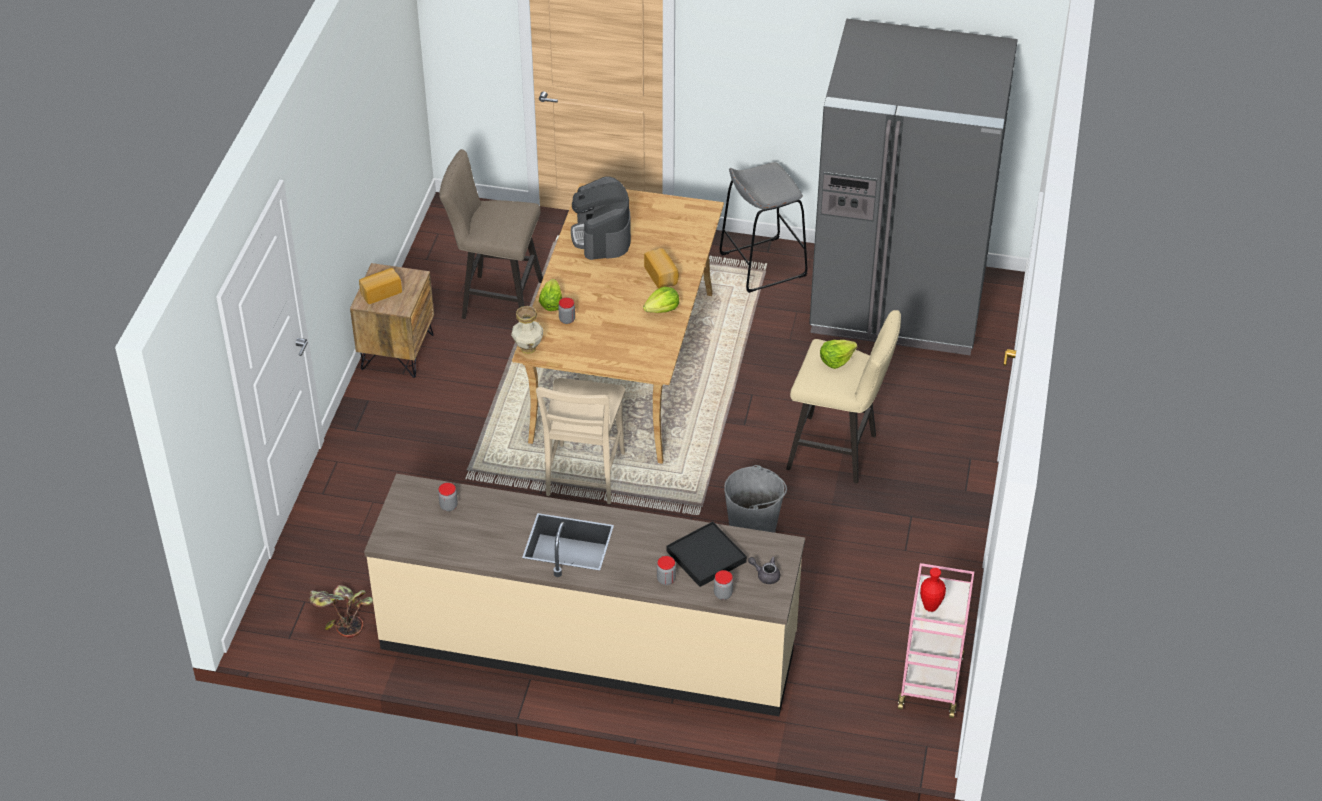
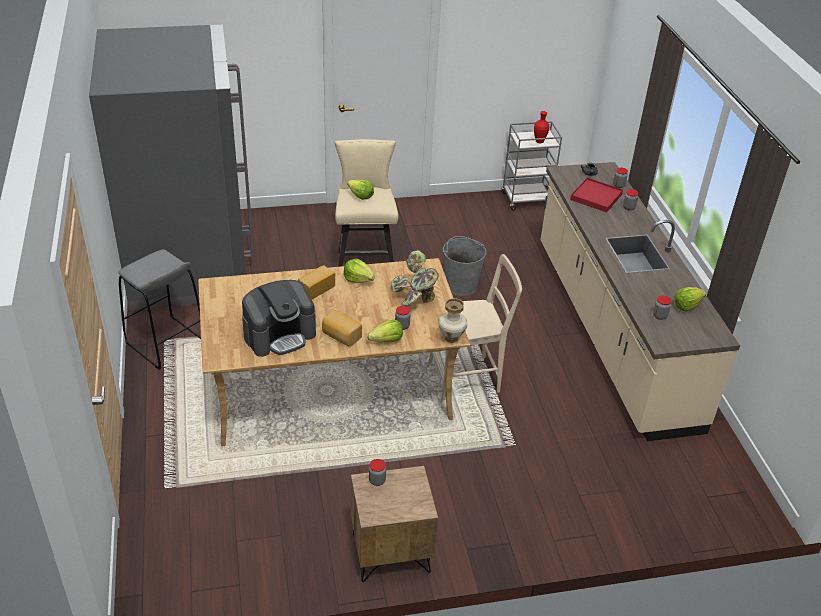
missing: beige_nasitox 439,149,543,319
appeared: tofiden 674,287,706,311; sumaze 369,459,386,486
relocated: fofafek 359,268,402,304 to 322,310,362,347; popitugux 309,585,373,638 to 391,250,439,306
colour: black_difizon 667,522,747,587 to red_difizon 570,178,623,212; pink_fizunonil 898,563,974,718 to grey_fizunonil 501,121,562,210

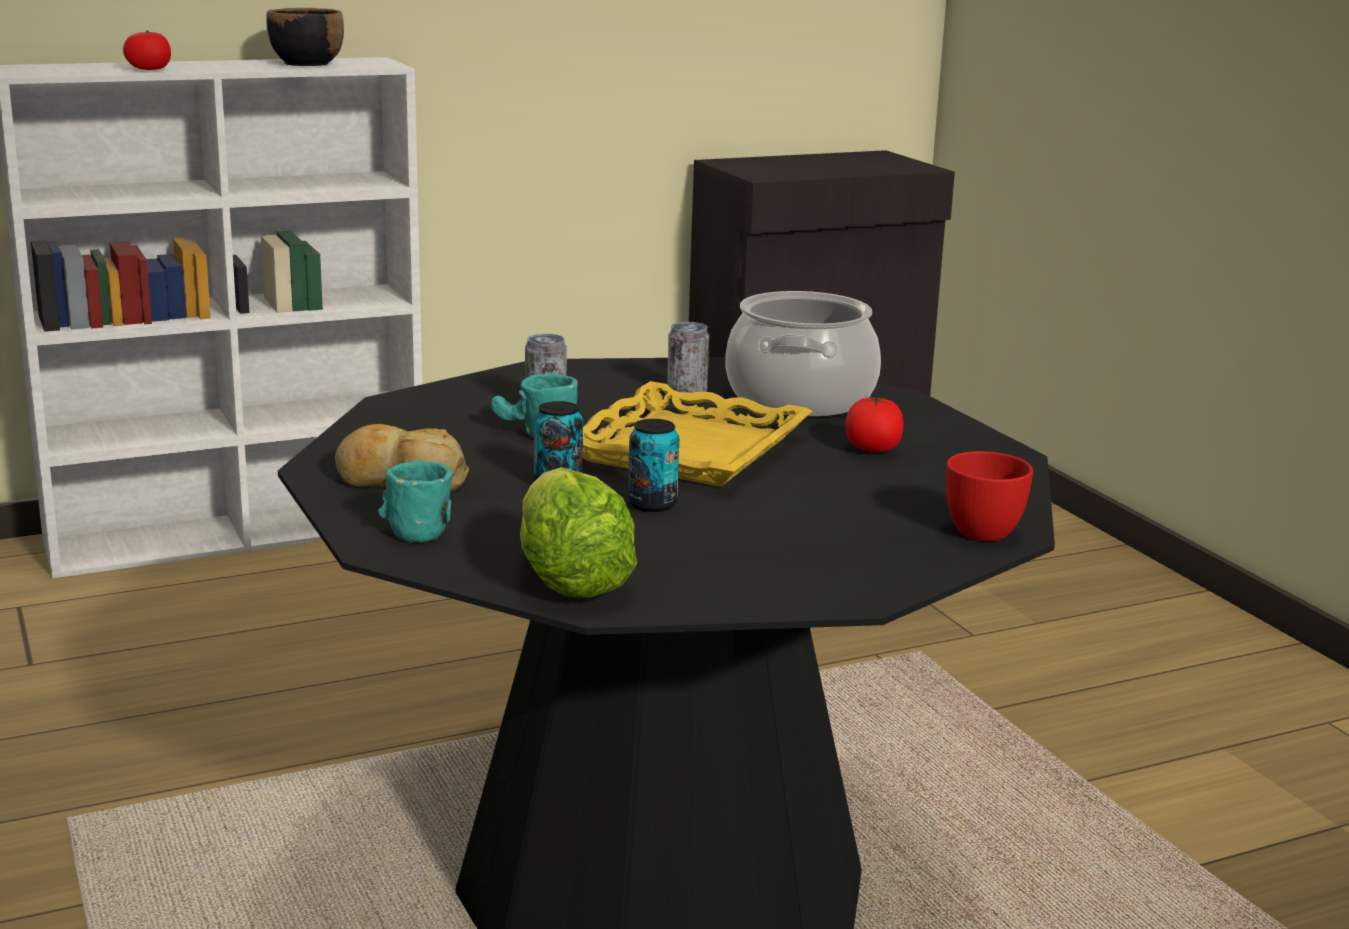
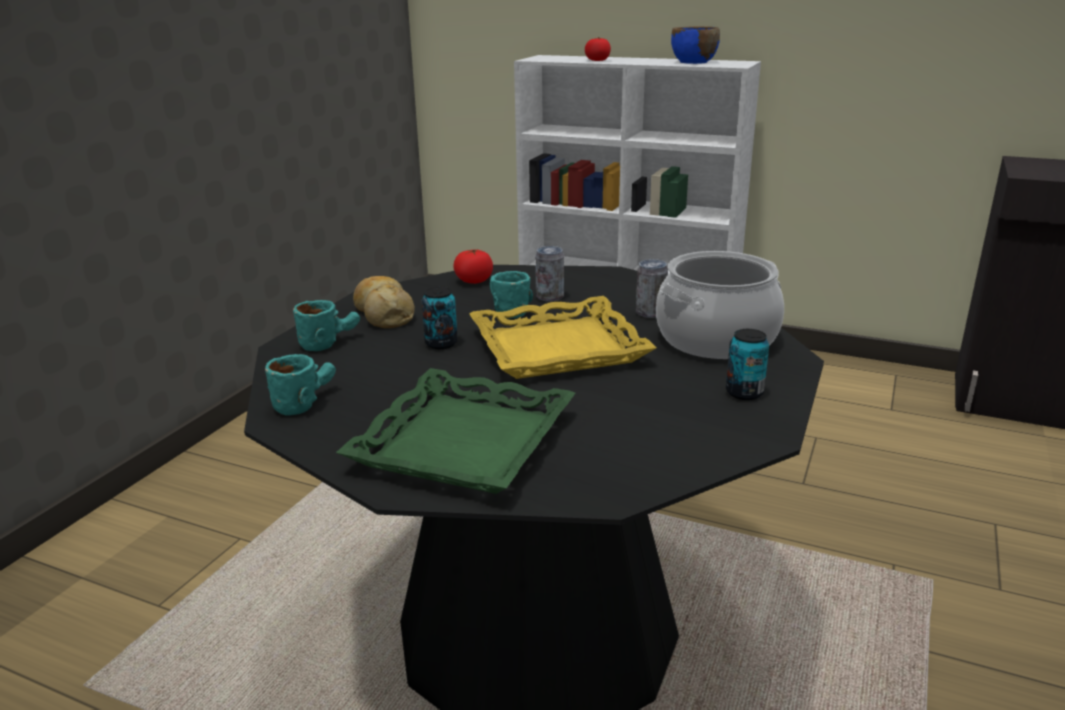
missing: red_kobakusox 946,451,1033,541
appeared: green_difizon 336,368,575,494
relocated: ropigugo 845,397,904,452 to 453,249,493,284; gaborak 628,419,679,512 to 726,329,769,400
exchanged: tofiden 520,467,637,598 to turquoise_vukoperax 265,354,336,416
colour: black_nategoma 266,8,344,66 to blue_nategoma 671,26,720,64

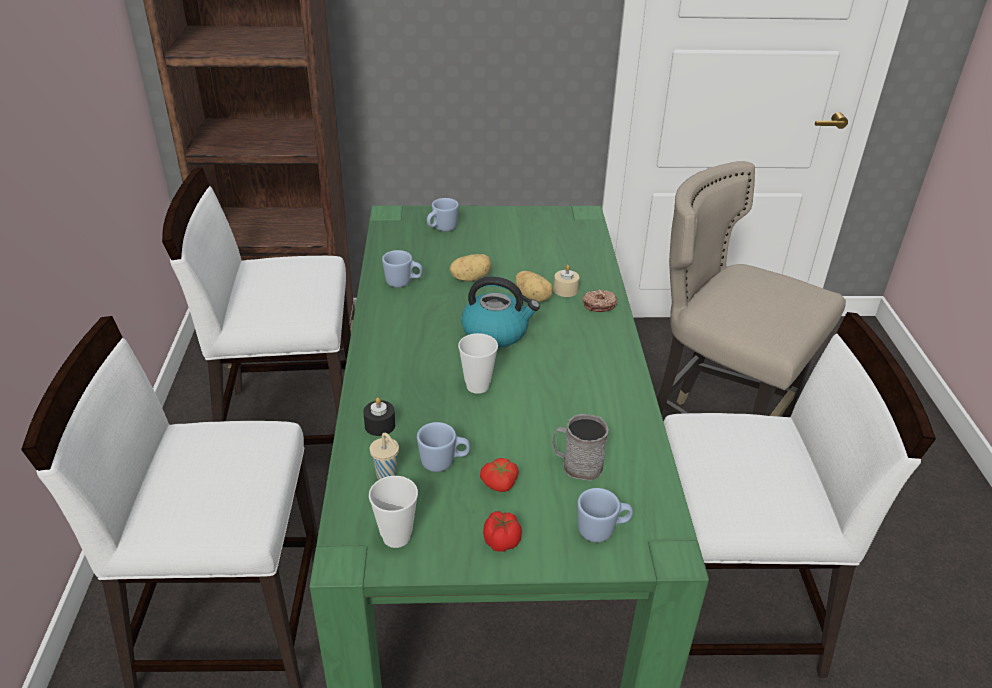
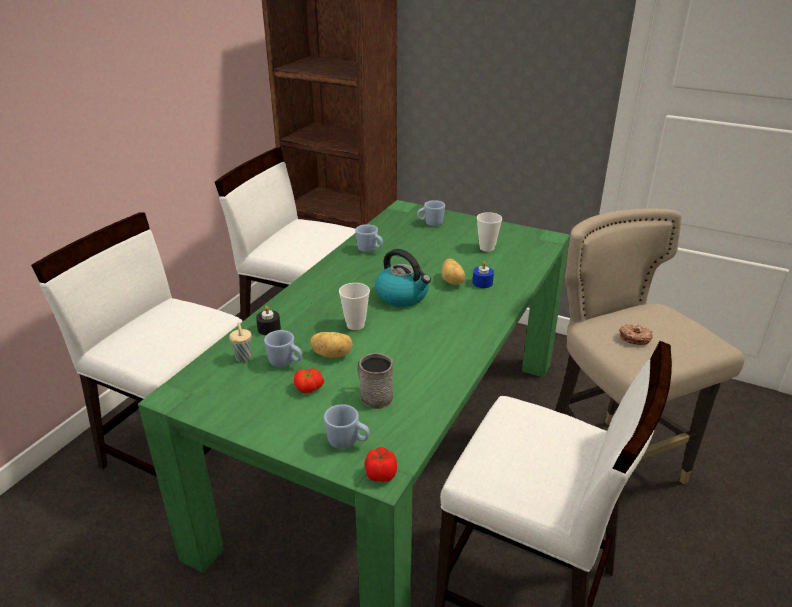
relocated: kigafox 449,254,491,282 to 310,332,353,358; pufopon 582,289,617,312 to 619,324,653,345; kobakusox 369,476,418,548 to 477,212,502,252; ropigugo 483,511,522,552 to 365,447,397,482
colour: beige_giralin 554,265,579,297 to blue_giralin 473,261,494,288

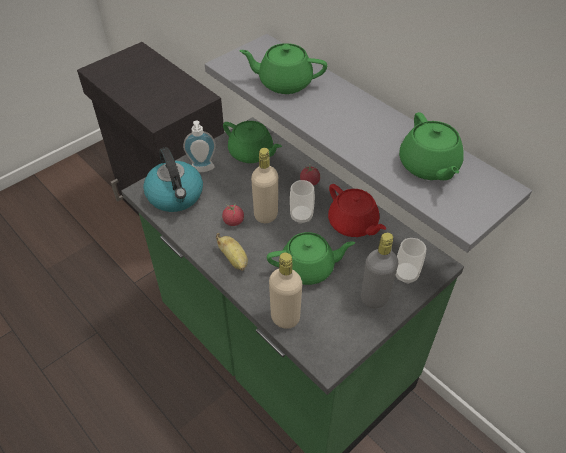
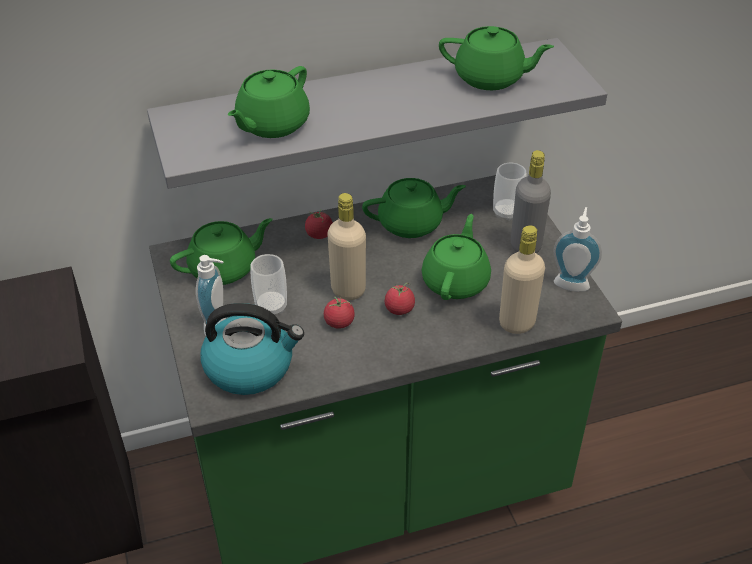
missing: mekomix 216,233,248,271
appeared: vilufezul 553,207,602,292; ropigugo 385,283,415,315
relocated: kobakusox 290,180,315,224 to 251,254,287,315
colour: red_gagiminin 328,184,386,237 to green_gagiminin 362,178,466,238

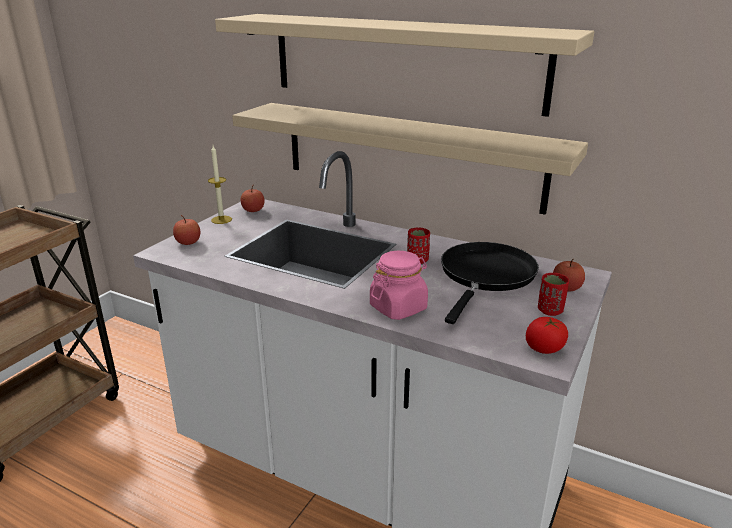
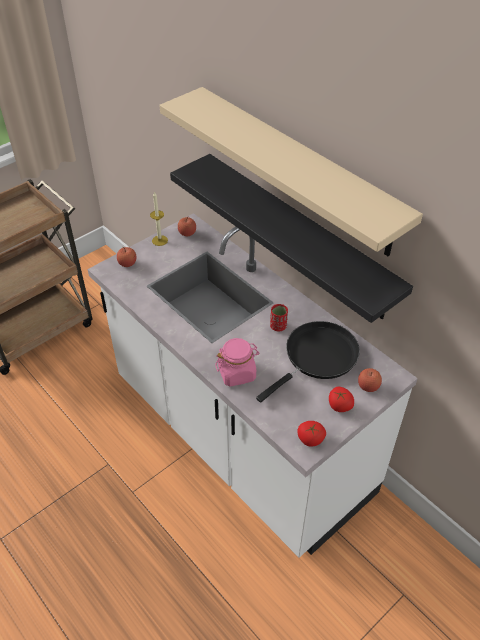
exchanged: red_kobakusox 538,273,569,316 to ropigugo 329,387,354,412
colour: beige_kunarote 232,103,588,215 to black_kunarote 170,154,413,323

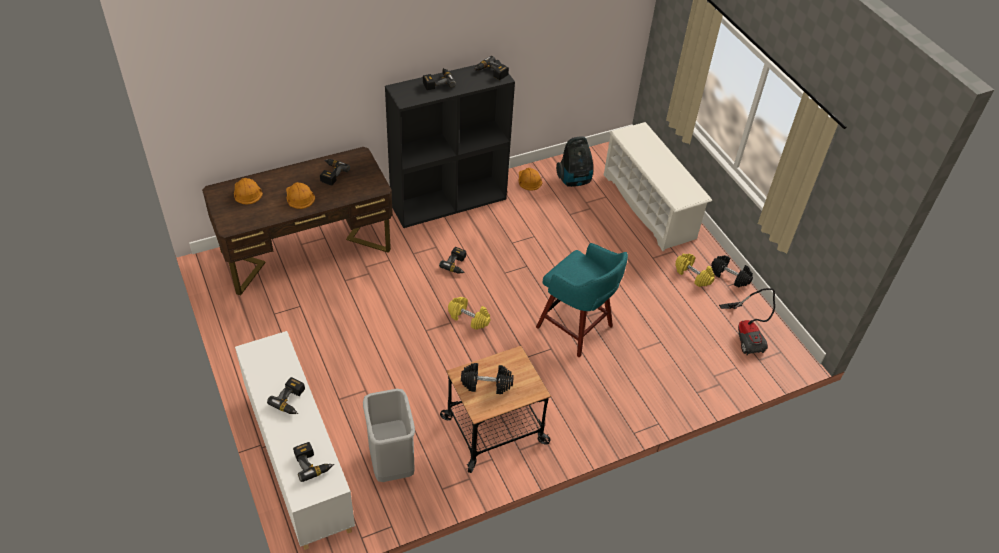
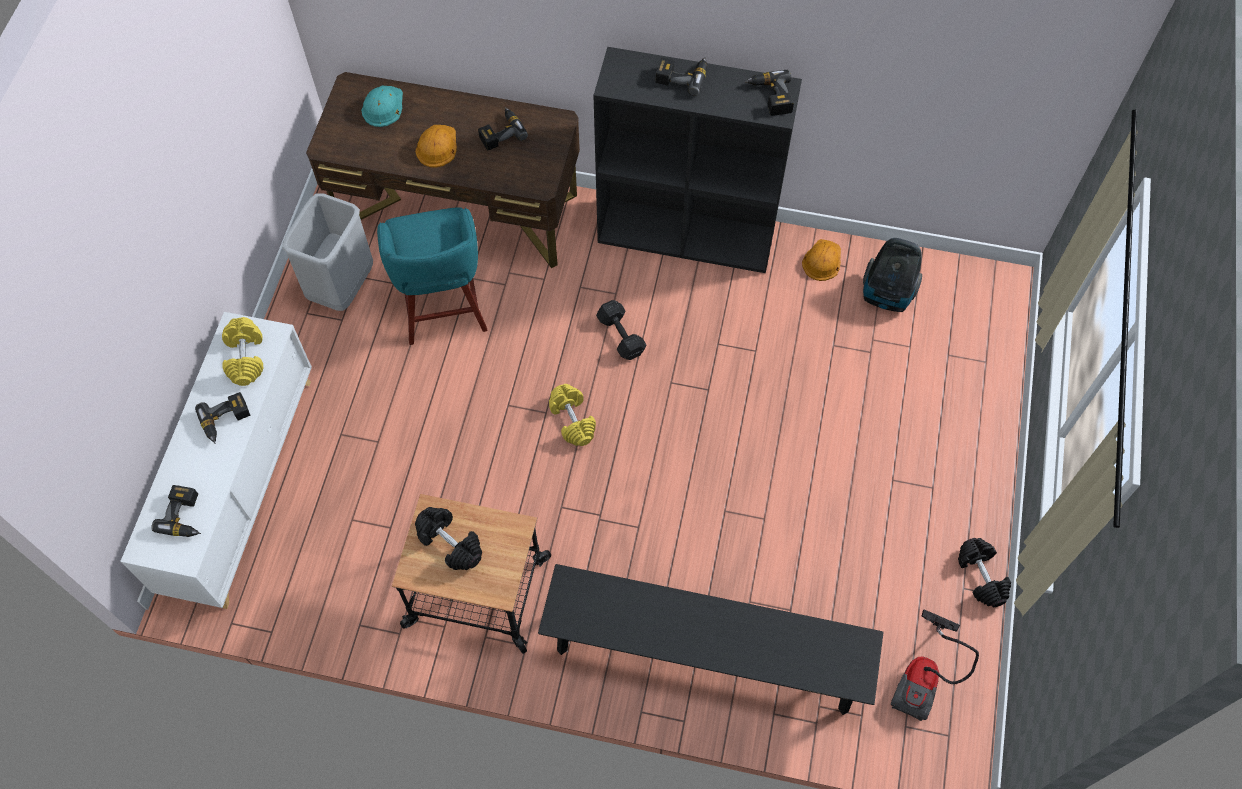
missing: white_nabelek 604,122,712,251
appeared: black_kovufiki 538,564,884,715
relocated: turquoise_nasitox 536,243,628,358 to 377,207,487,345; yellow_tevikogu 675,253,715,287 to 222,317,263,386; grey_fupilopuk 363,389,415,482 to 282,193,373,311
exchanged: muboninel 439,247,466,273 to black_tevikogu 596,300,646,360
colour: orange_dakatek 234,178,263,205 to turquoise_dakatek 361,86,403,127

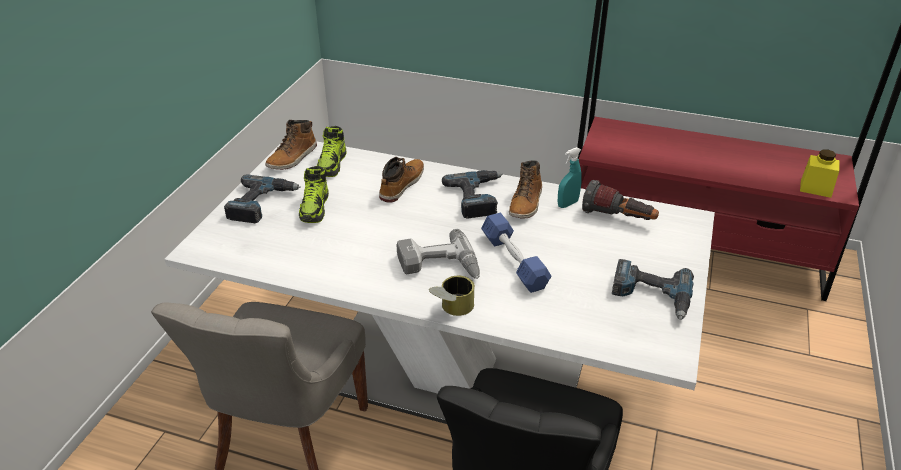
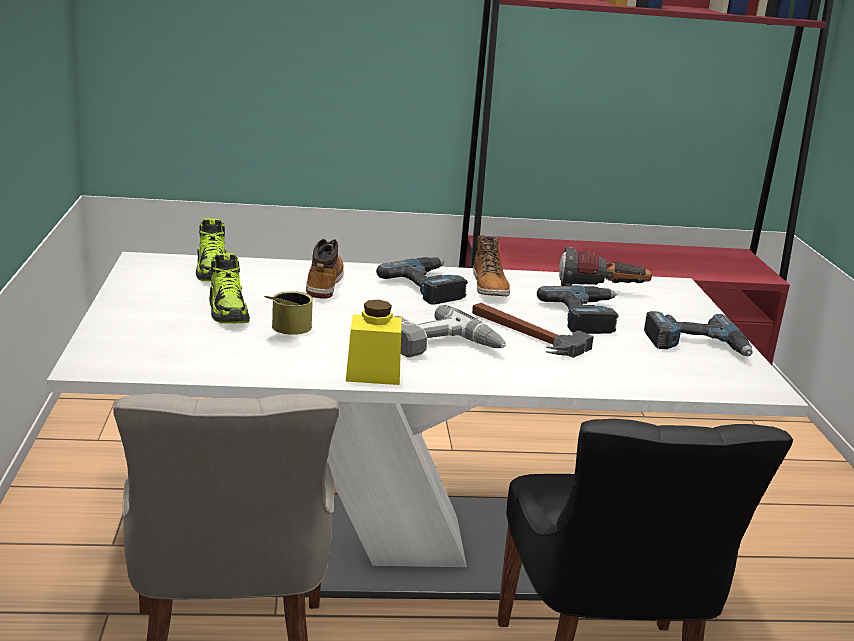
missing: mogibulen 265,120,317,170; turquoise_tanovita 558,147,582,208
relocated: yellow_sumaze 800,150,840,198 to 346,300,402,385; muboninel 224,174,301,223 to 537,286,619,334; gaborak 429,276,475,316 to 264,291,313,335
exchanged: blue_tevikogu 481,213,551,293 to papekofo 472,303,594,358

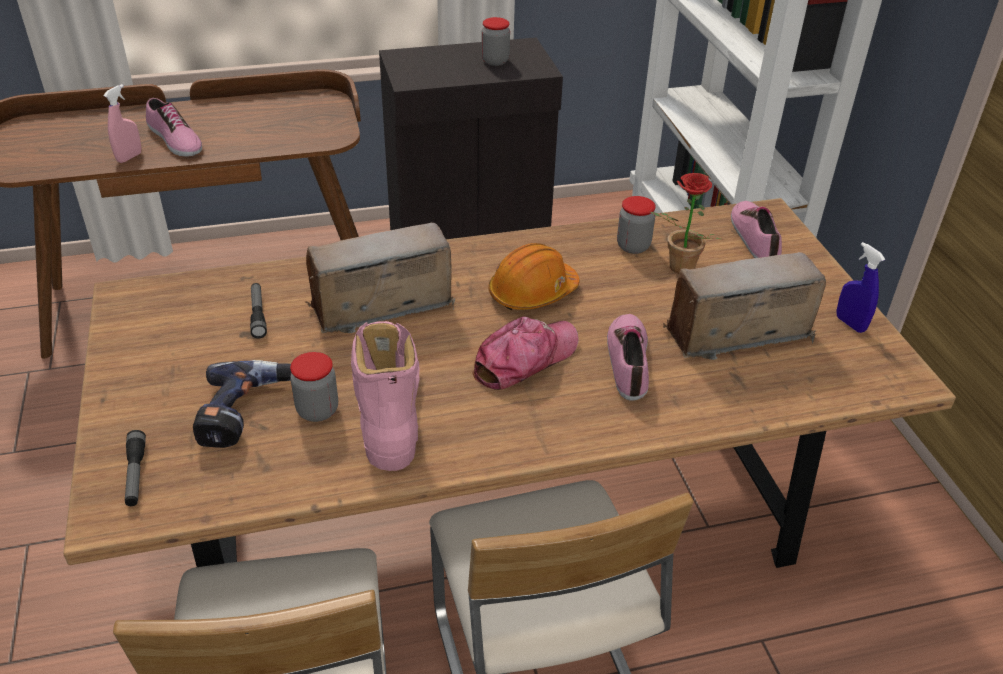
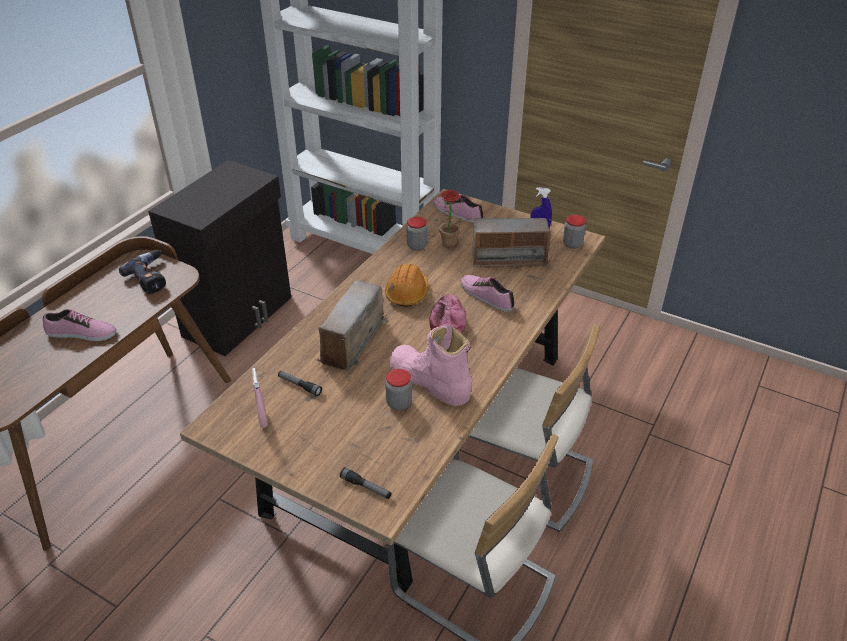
relocated: sumaze 481,17,510,66 to 563,215,586,249; pink_tanovita 103,84,141,163 to 252,368,268,428; muboninel 193,360,291,448 to 119,250,166,295
spun: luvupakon 663,252,826,360 = 471,218,552,268 120 degrees counterclockwise

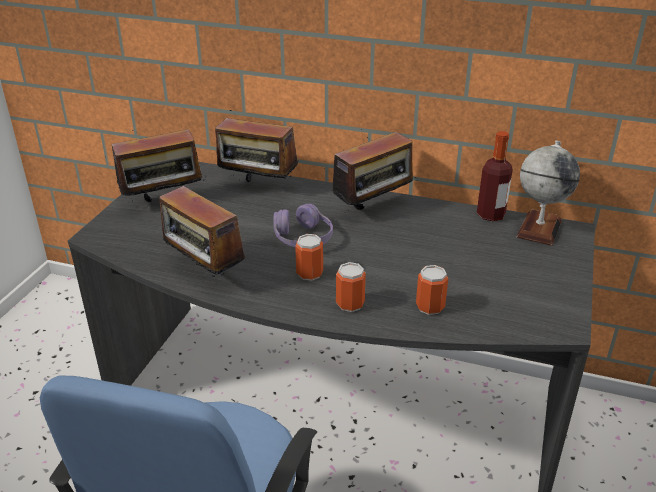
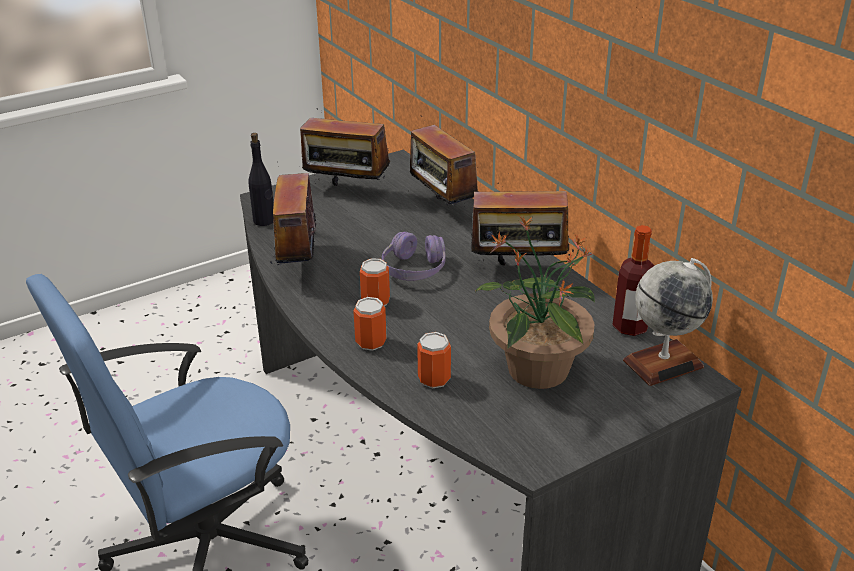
appeared: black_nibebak 248,133,274,226; popitugux 474,216,595,389

